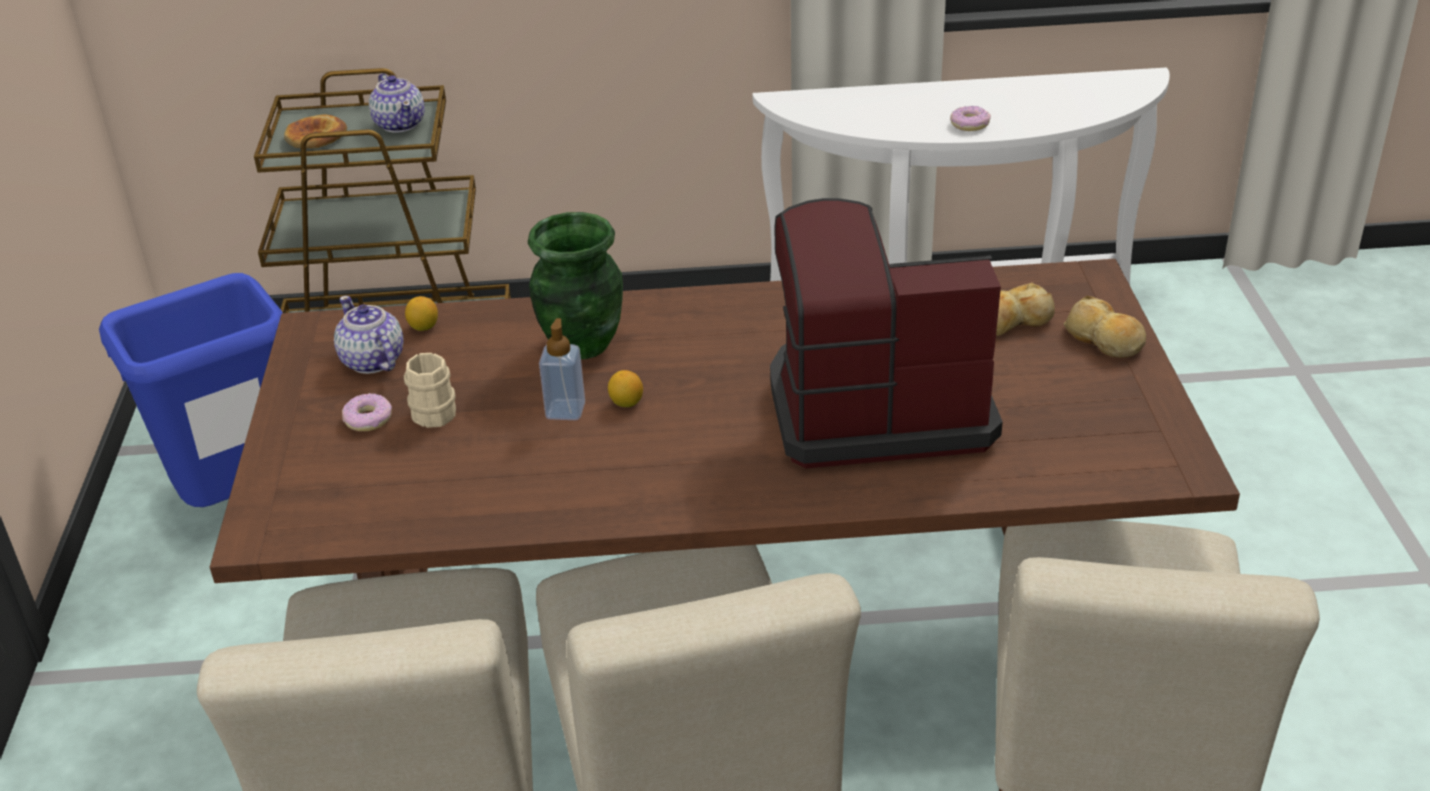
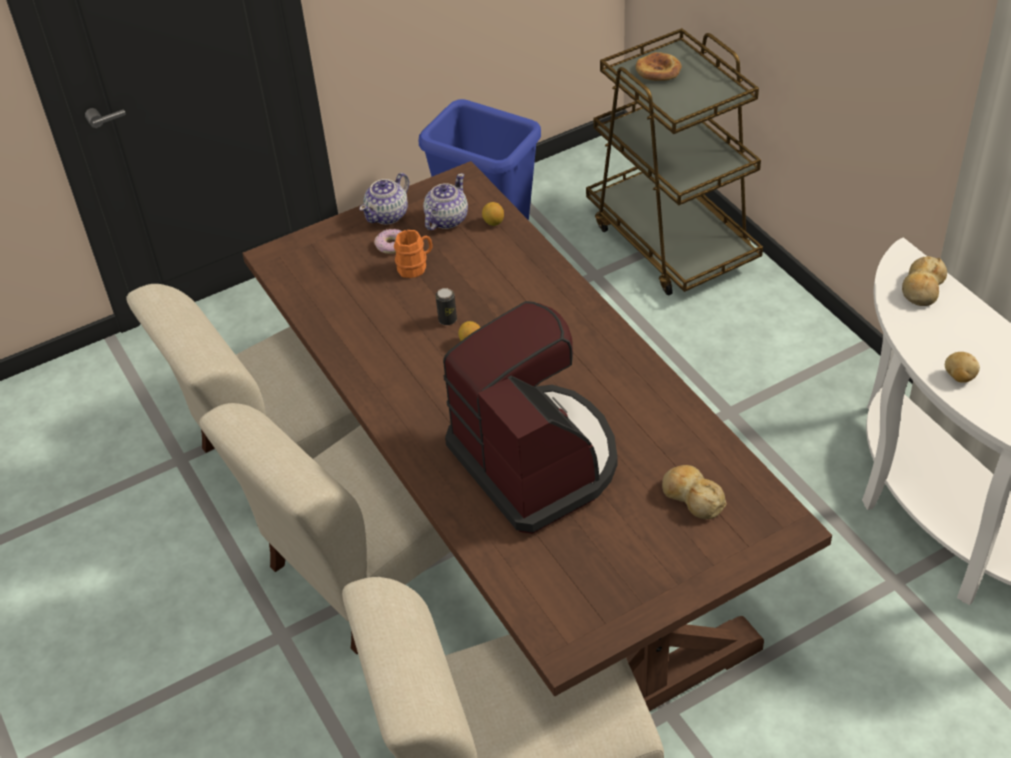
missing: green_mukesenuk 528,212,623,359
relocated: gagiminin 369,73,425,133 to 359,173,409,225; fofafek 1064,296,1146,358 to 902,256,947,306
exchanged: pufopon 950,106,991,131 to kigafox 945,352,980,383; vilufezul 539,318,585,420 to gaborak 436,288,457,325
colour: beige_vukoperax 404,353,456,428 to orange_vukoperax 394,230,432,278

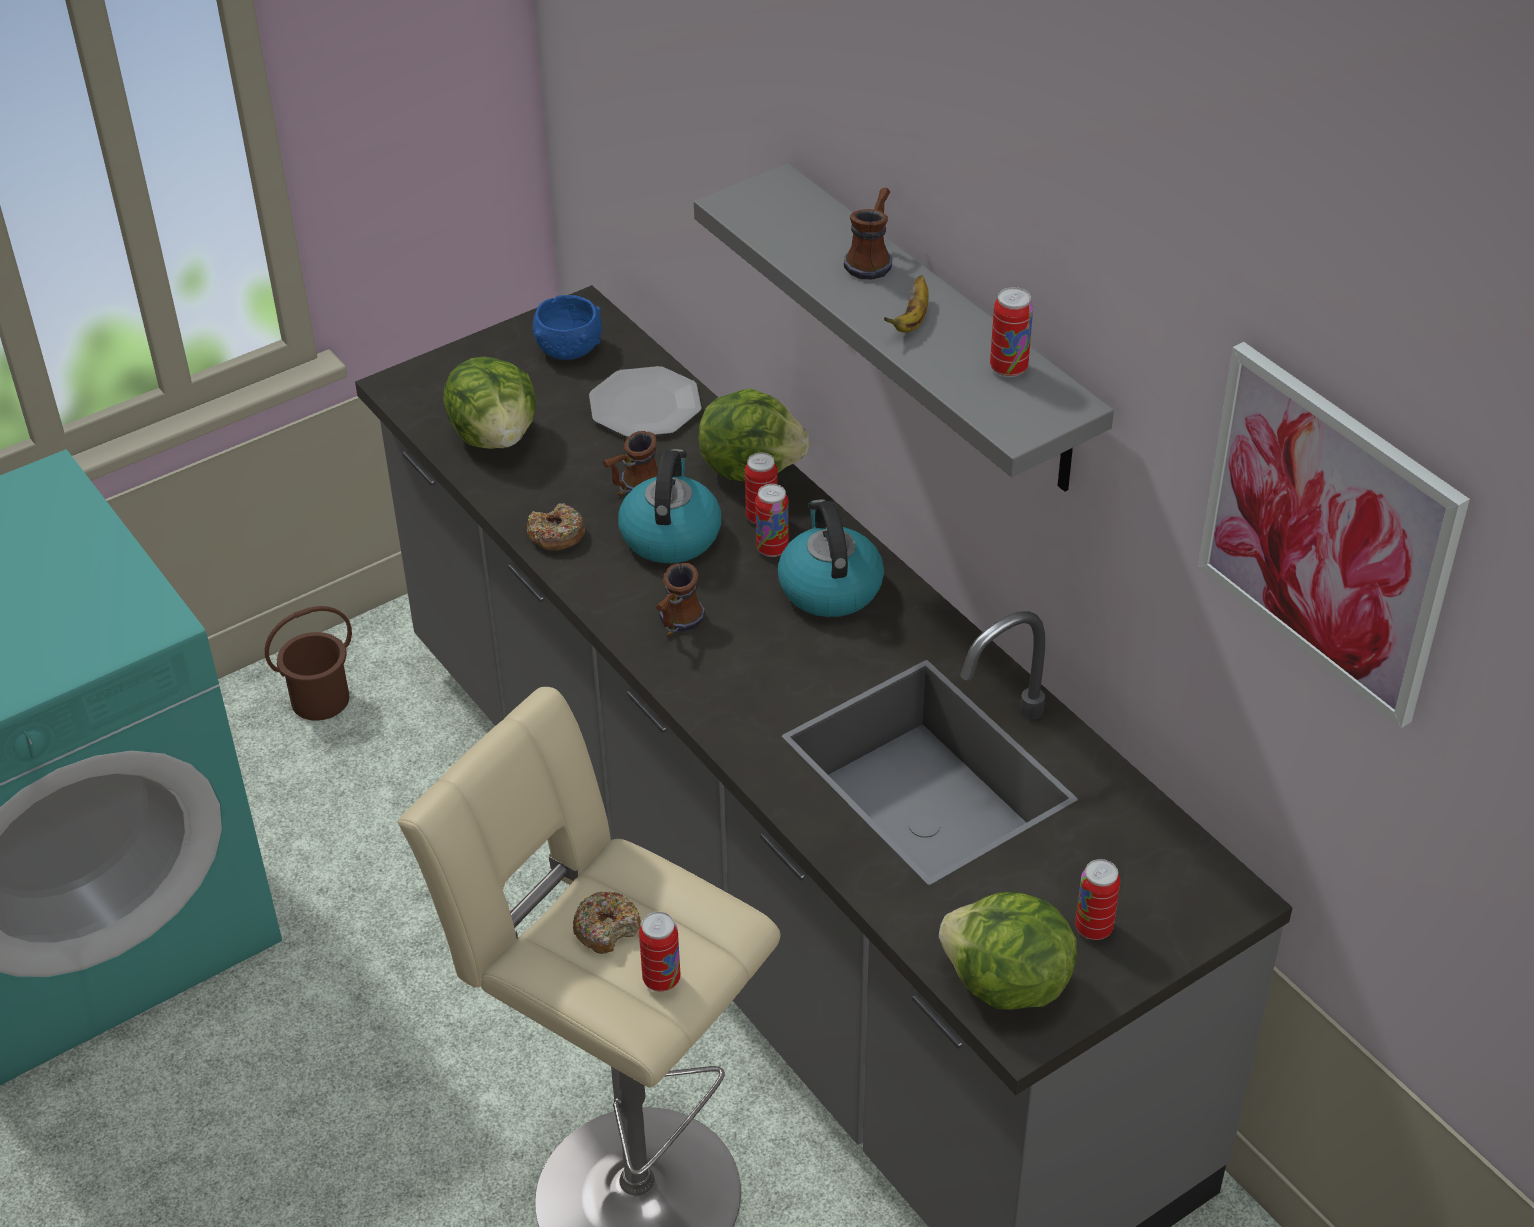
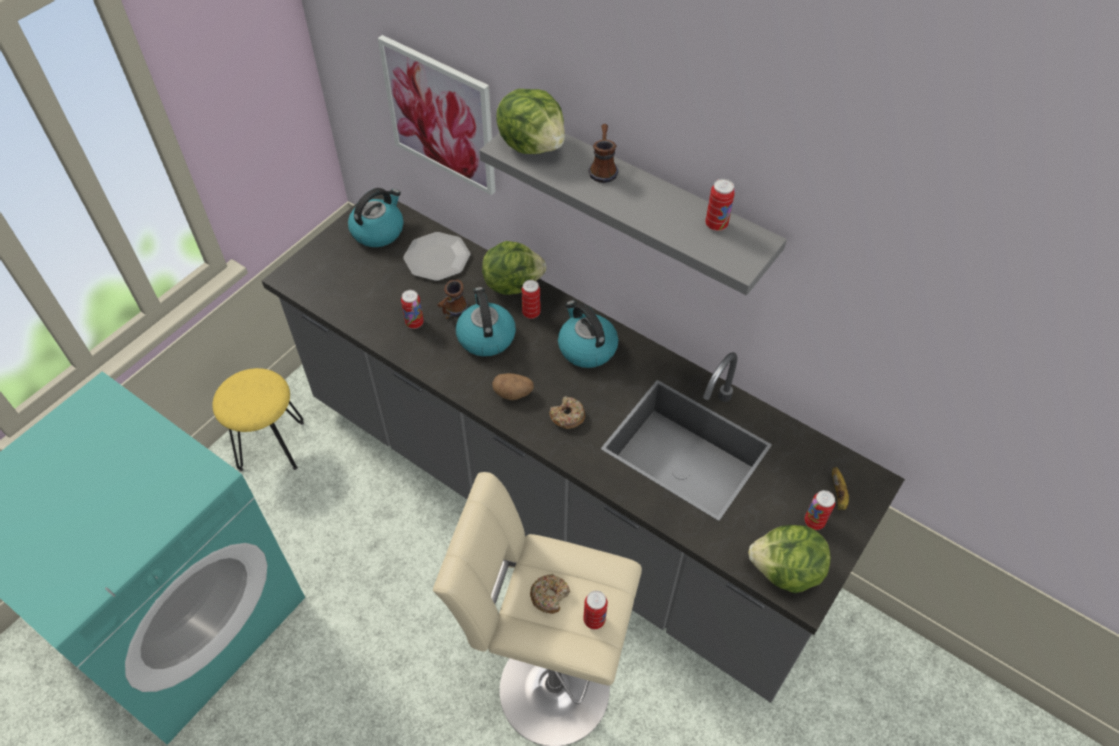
relocated: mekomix 884,275,929,333 to 832,467,849,510; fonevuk 1198,342,1470,728 to 378,35,496,195; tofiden 444,356,536,449 to 496,89,565,154; gaborak 755,484,789,557 to 401,290,424,329; pufopon 527,503,585,551 to 549,396,585,429
exchanged: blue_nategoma 533,295,602,360 to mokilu 348,188,404,247; vukoperax 656,562,705,637 to kigafox 492,373,534,400; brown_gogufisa 265,606,352,720 to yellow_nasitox 212,368,304,471

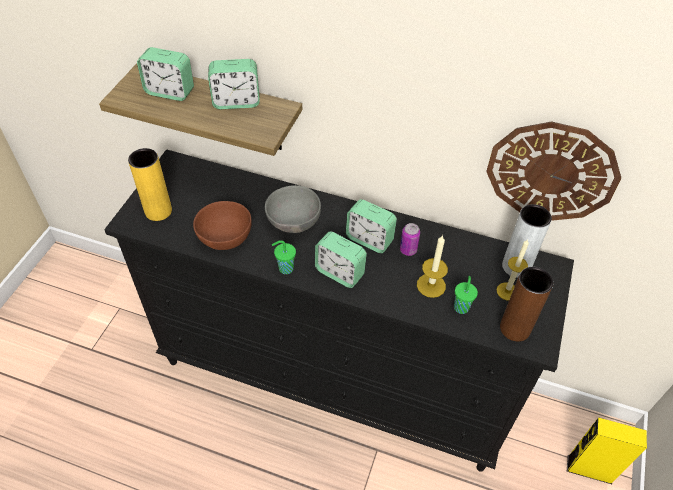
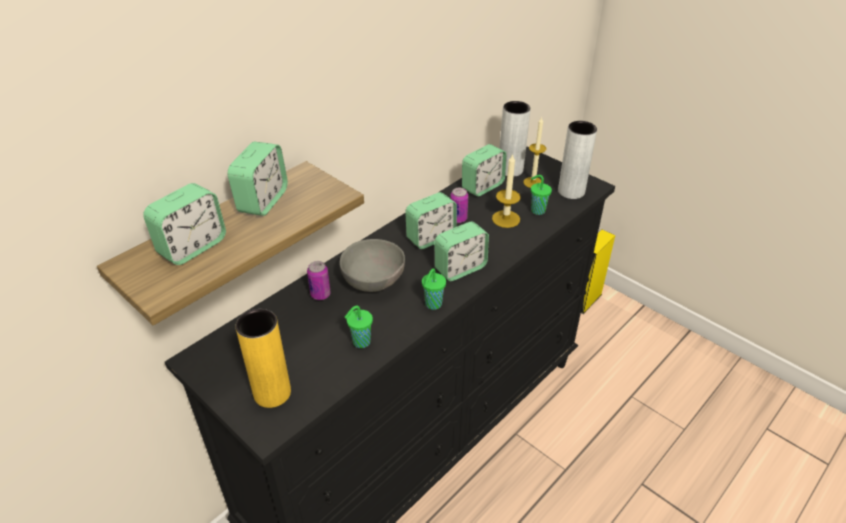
missing: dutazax 486,121,621,221
appeared: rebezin 462,144,507,197; gaborak 307,261,331,300
exchanged: brown_nategoma 193,201,252,250 to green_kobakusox 344,306,373,348
colour: brown_mukesenuk 500,267,553,341 to grey_mukesenuk 558,121,597,199

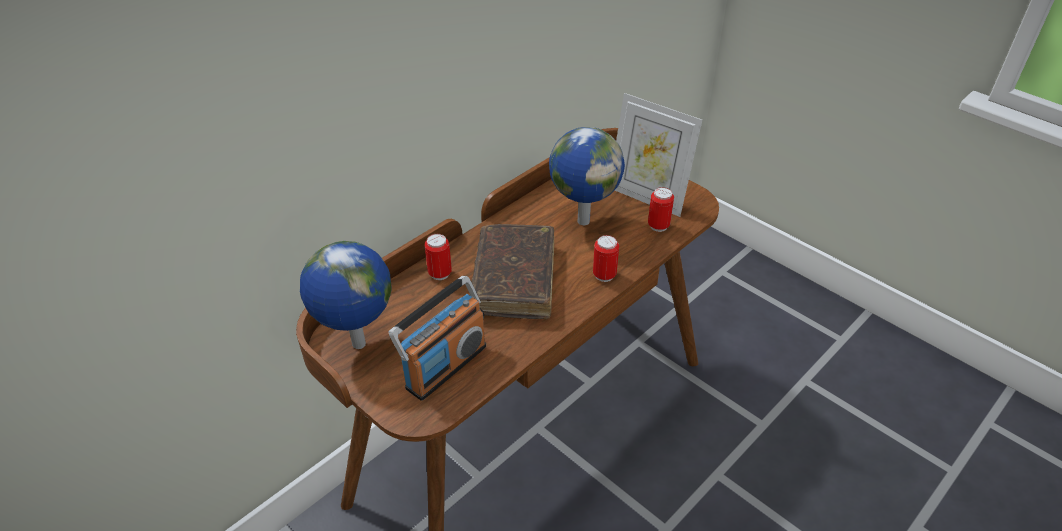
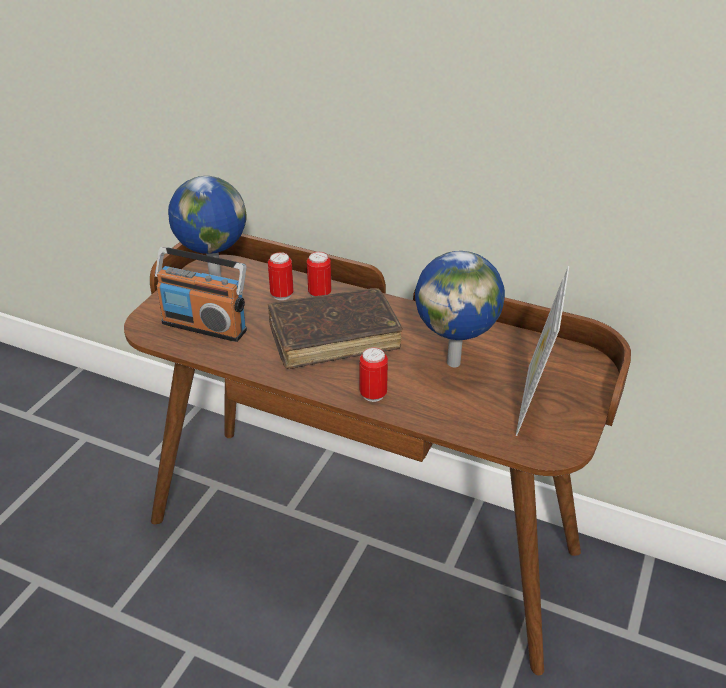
relocated: gaborak 648,187,674,232 to 268,252,294,300

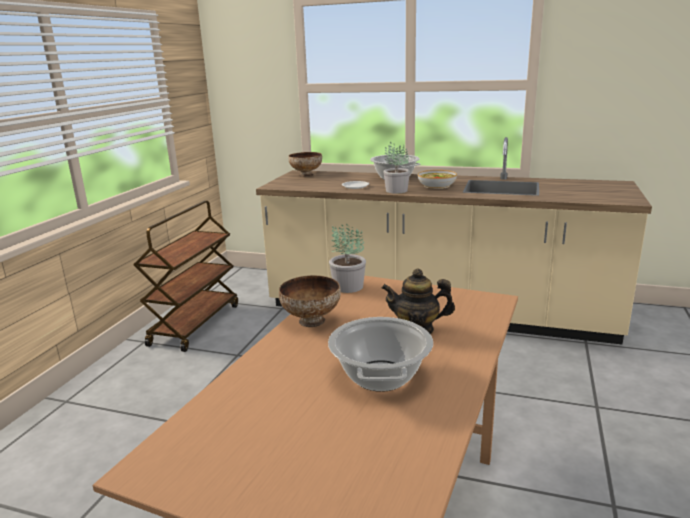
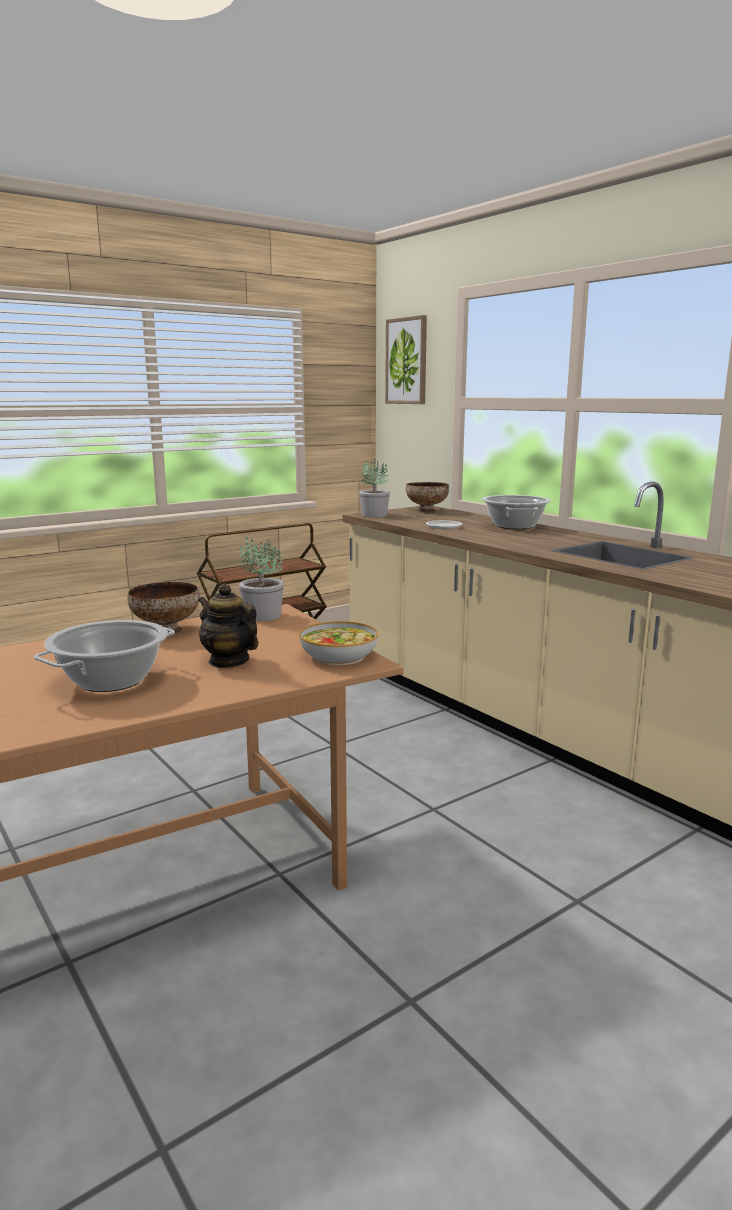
appeared: fonevuk 385,315,427,404
relocated: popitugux 383,142,410,193 to 359,459,390,517; nategoma 418,170,457,189 to 299,621,378,665

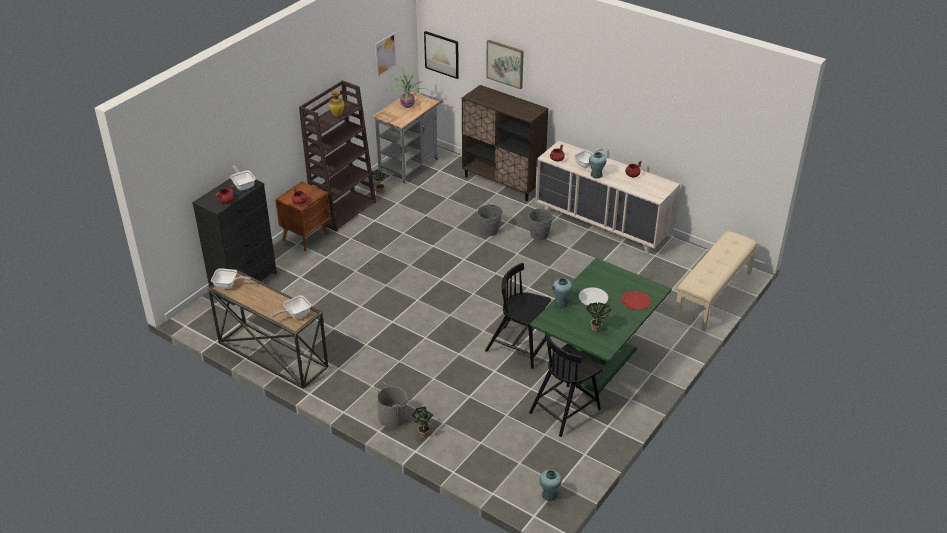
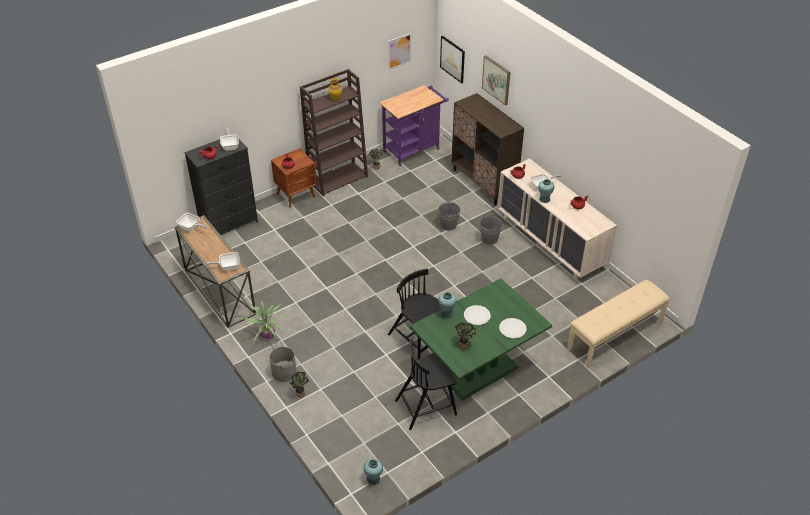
relocated: popitugux 385,67,429,108 to 245,301,288,343
colour: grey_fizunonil 372,90,444,184 to purple_fizunonil 379,85,449,166; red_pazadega 621,291,651,310 to white_pazadega 499,318,527,338

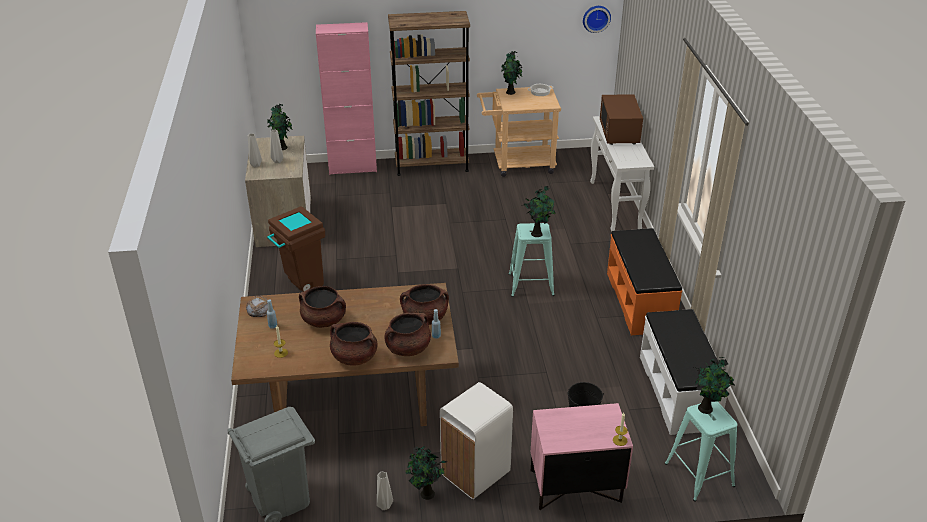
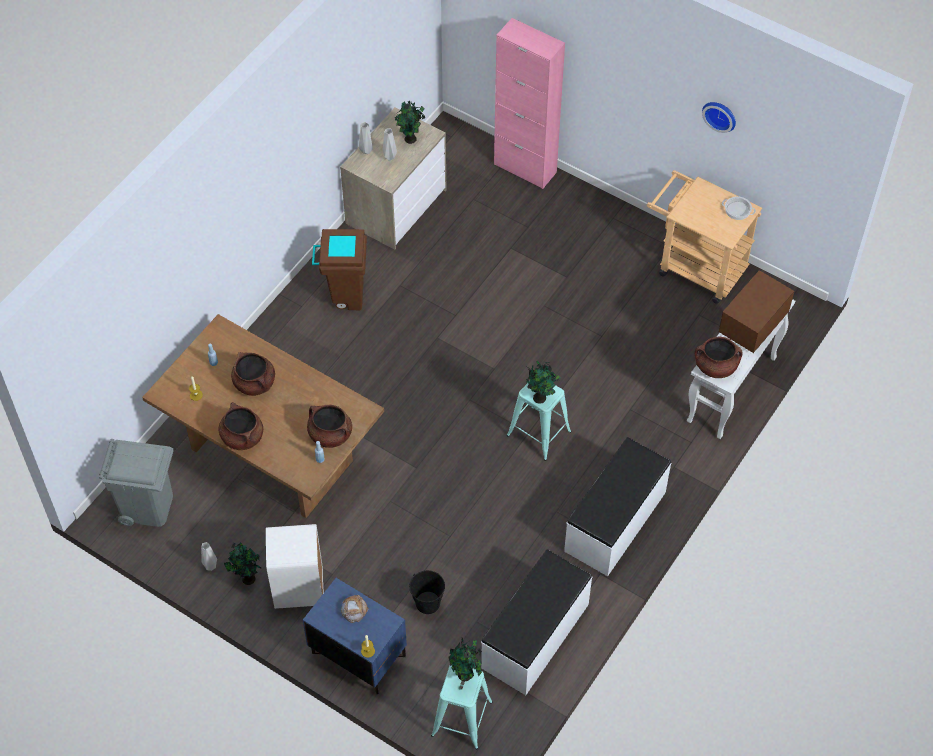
missing: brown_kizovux 388,11,470,176; popitugux 501,51,522,95
relocated: dutazax 583,6,611,33 to 702,102,736,133; fofafek 246,295,268,317 to 341,594,369,623; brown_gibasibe 384,313,431,356 to 695,337,743,378
colour: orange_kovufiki 607,228,682,335 to white_kovufiki 564,437,671,576; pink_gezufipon 531,403,633,510 to blue_gezufipon 303,578,407,694

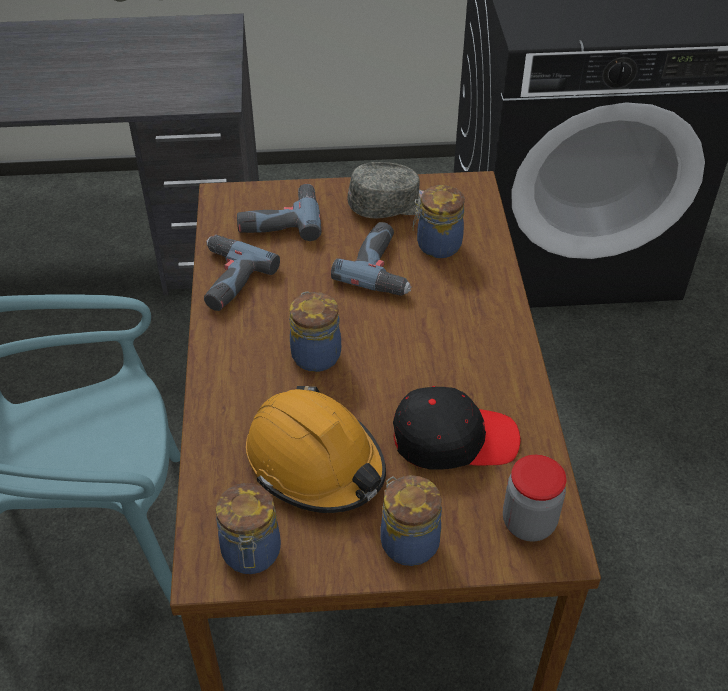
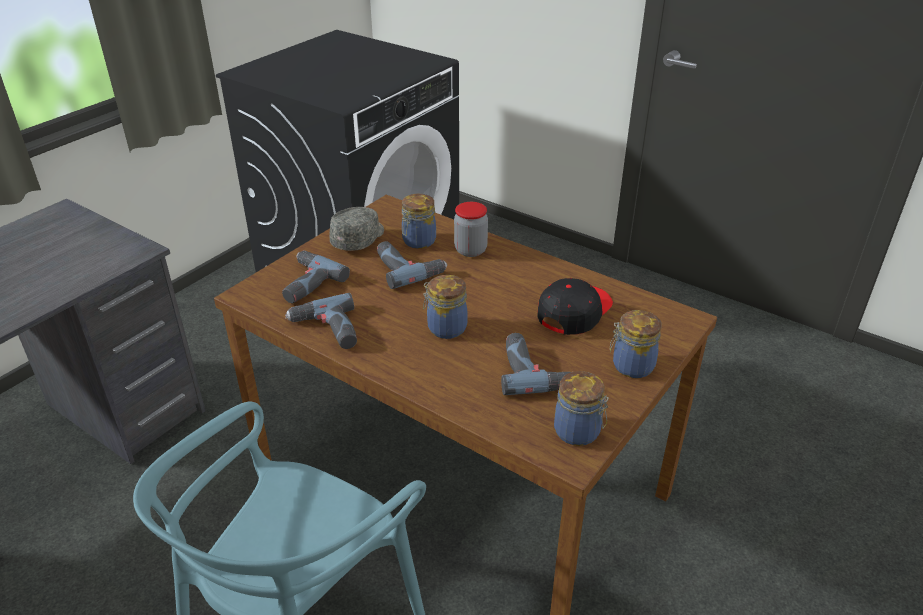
relocated: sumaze 503,455,566,542 to 454,202,488,257
exchanged: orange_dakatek 246,386,386,513 to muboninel 501,333,571,395

